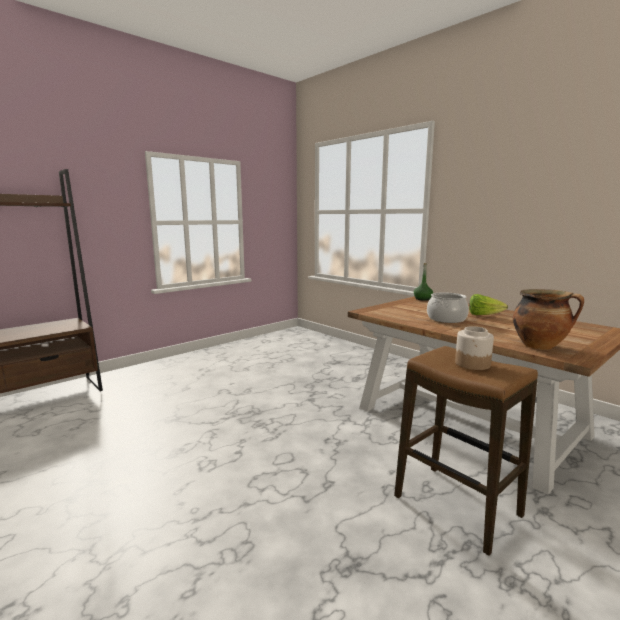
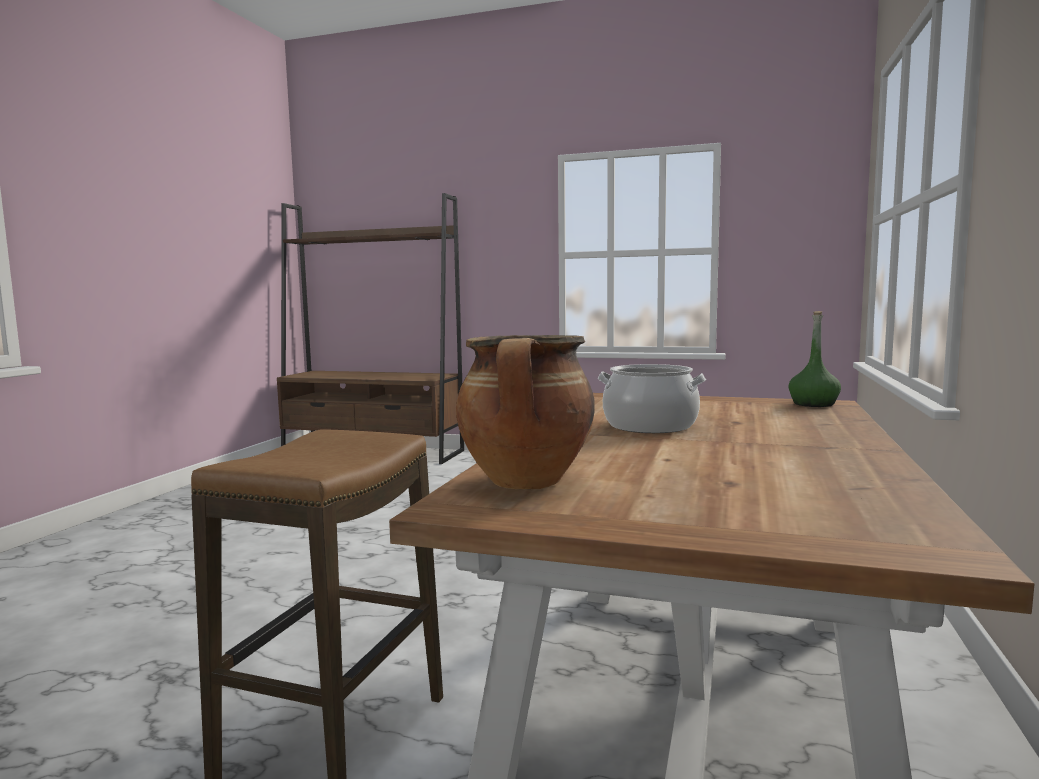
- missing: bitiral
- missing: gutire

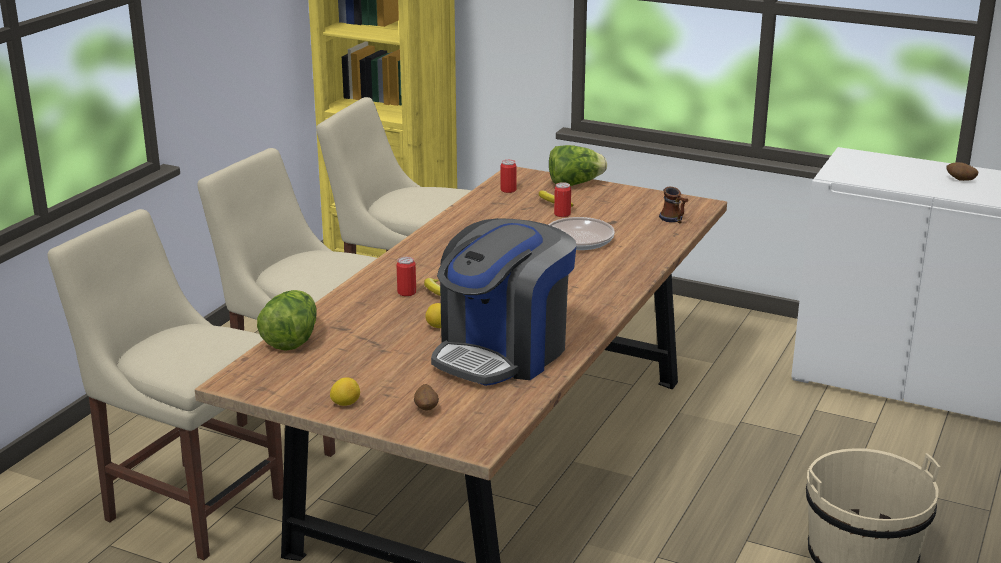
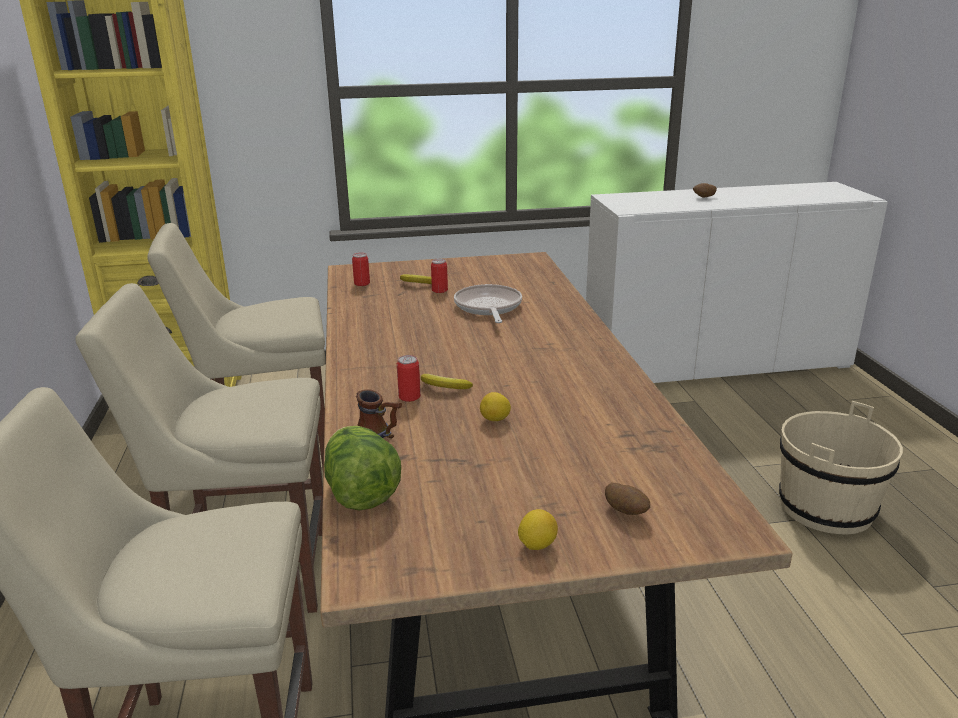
- missing: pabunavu
- missing: gutire (no. 2 from left)
- relocated: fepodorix

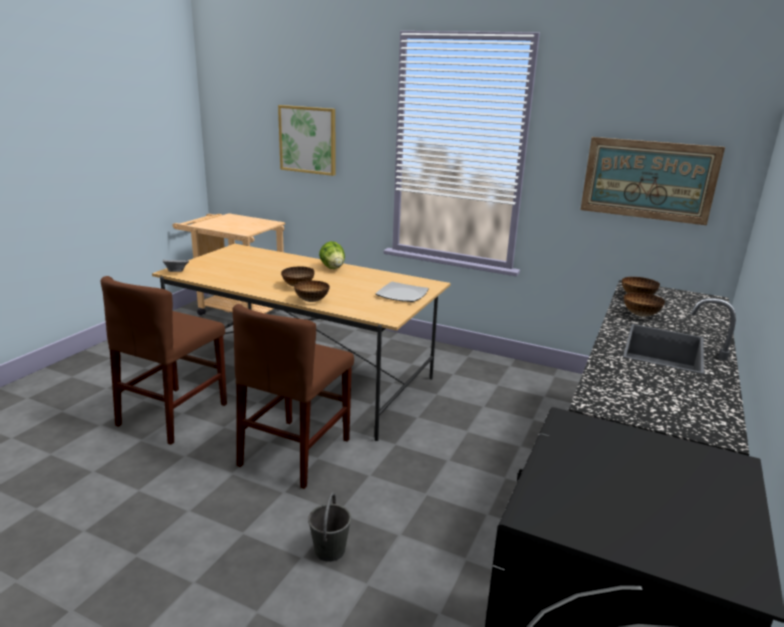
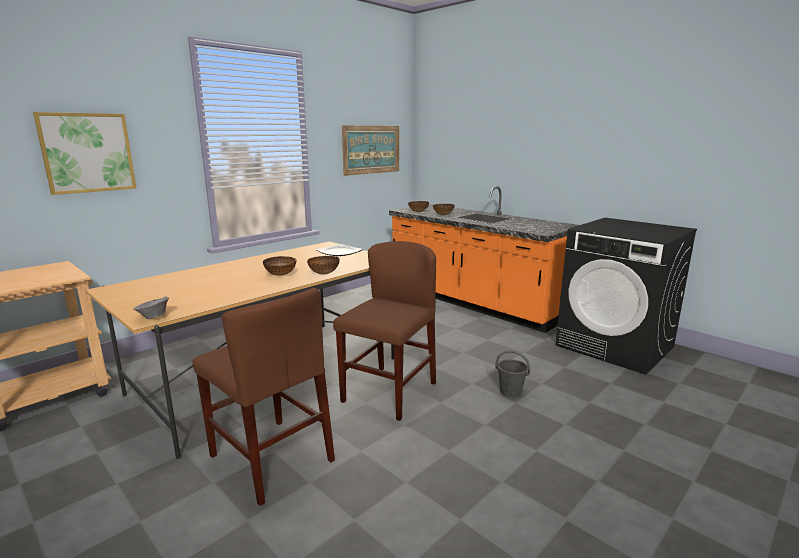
- missing: gutire
- spun: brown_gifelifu (no. 2 from left) 105 degrees counterclockwise

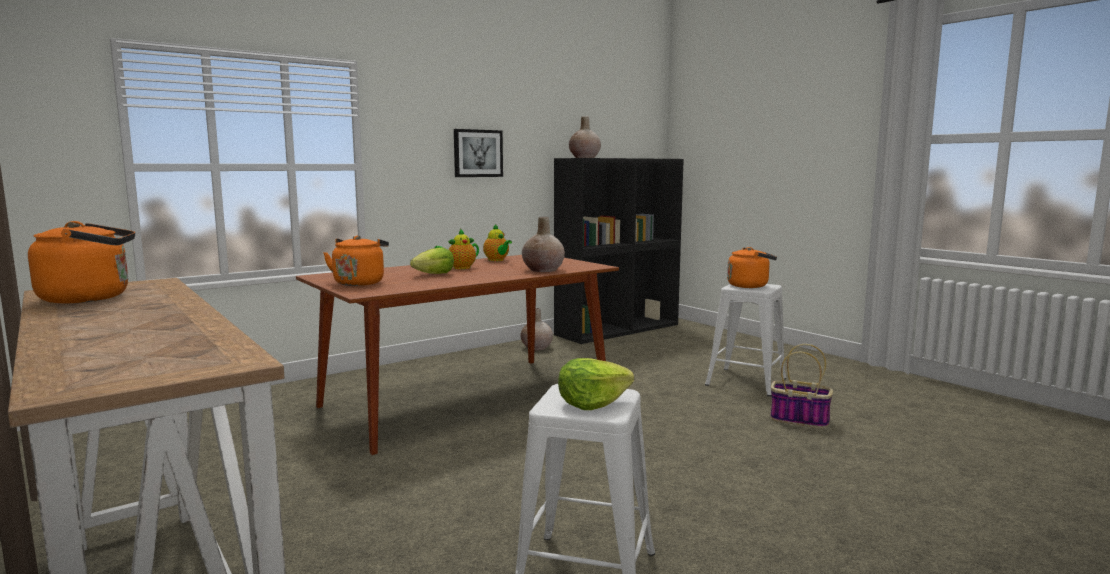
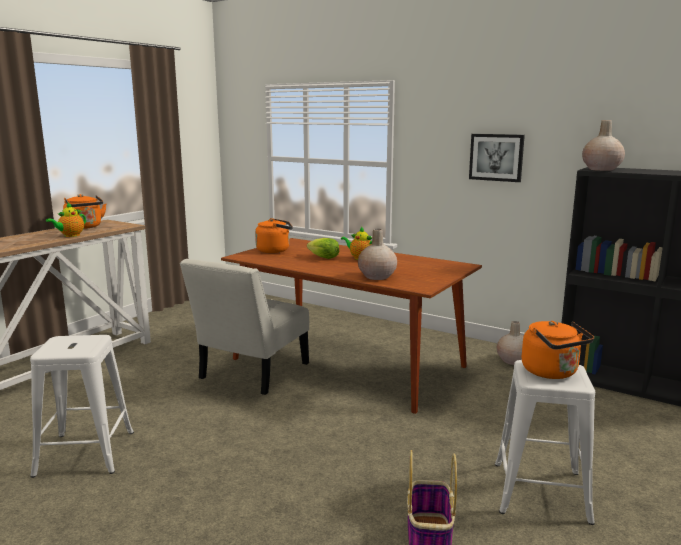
- missing: gutire (no. 2 from left)
- appeared: white_gifelifu
- relocated: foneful (no. 2 from left in the first image) to foneful (no. 1 from left)

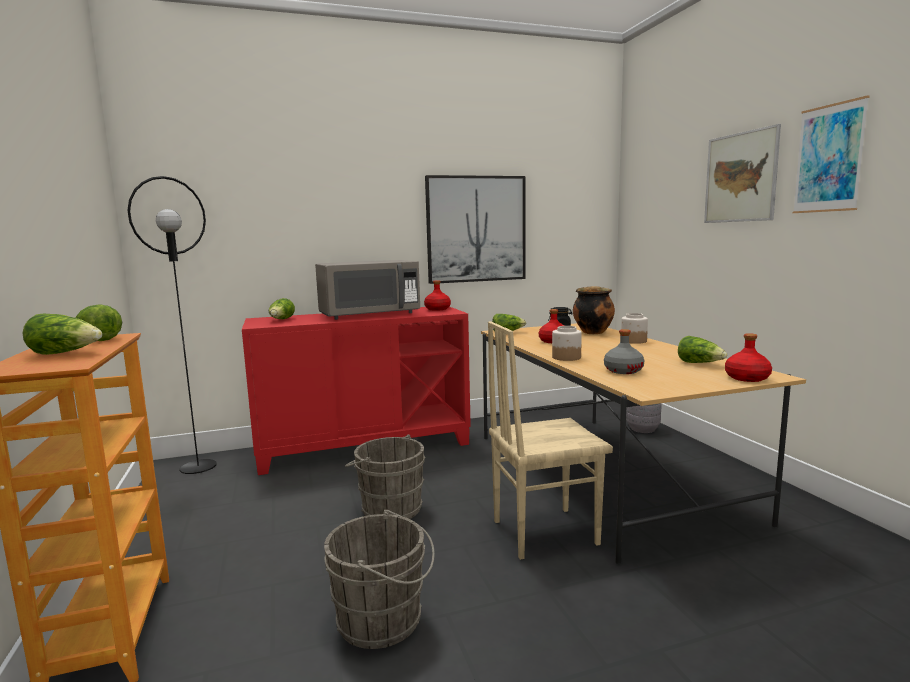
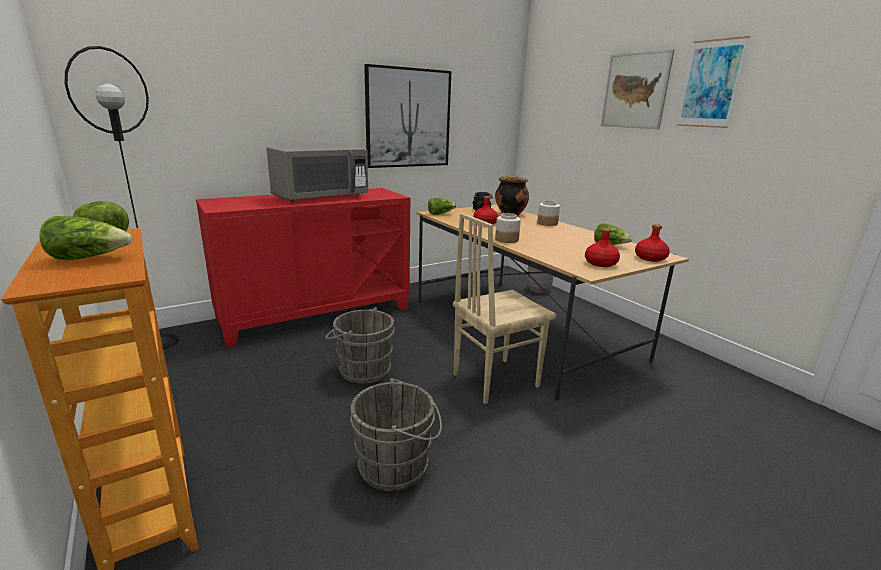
- missing: gutire (no. 3 from left)
- missing: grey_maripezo
- relocated: red_maripezo (no. 1 from left in the first image) to red_maripezo (no. 2 from left)

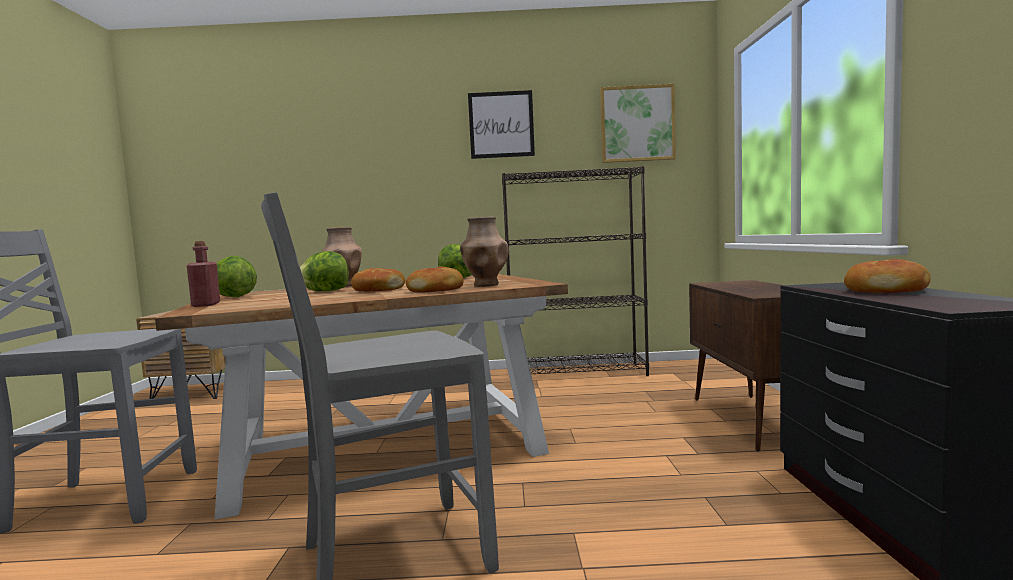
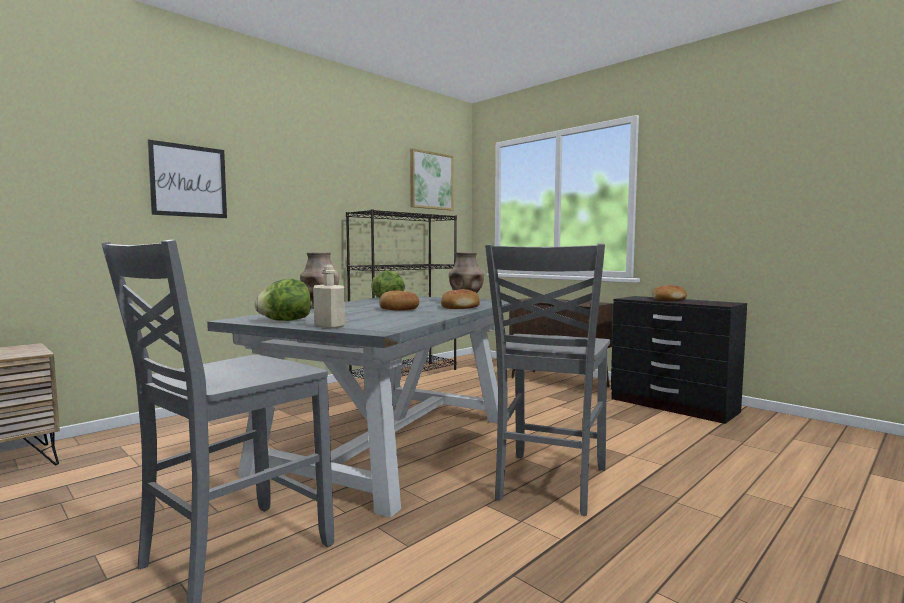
- missing: gutire (no. 2 from left)
- relocated: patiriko (no. 1 from left)
- colour: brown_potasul to grey_potasul
- colour: red_maripezo to beige_maripezo

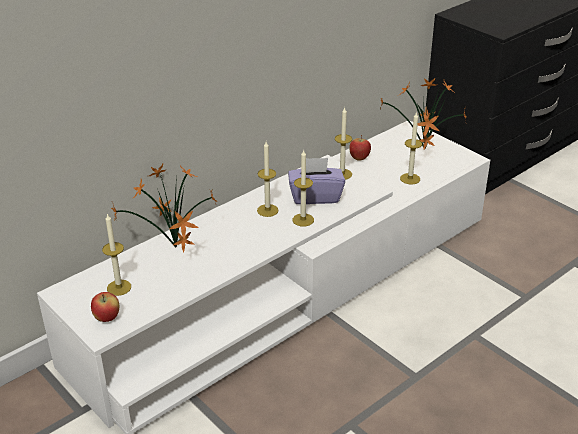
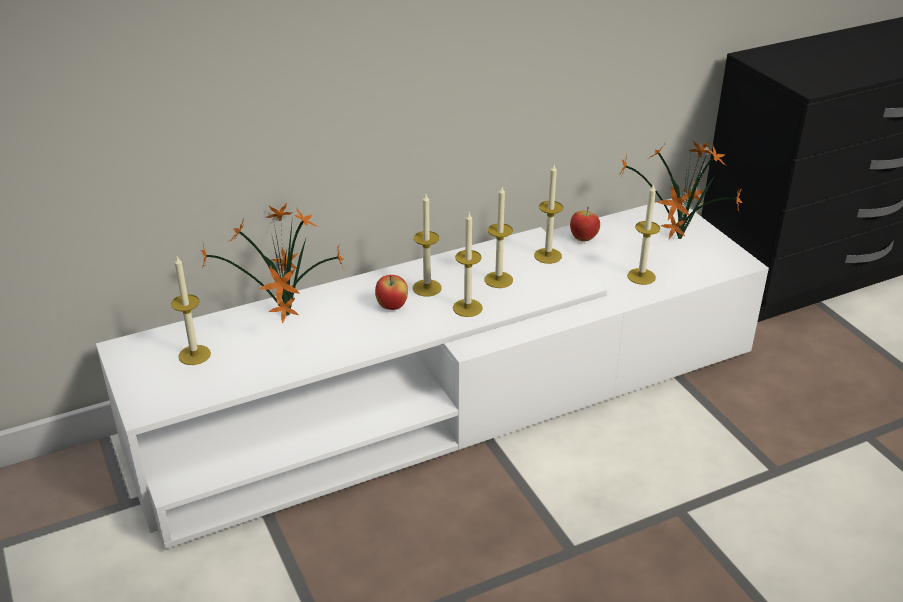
- relocated: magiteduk (no. 1 from left)
- exchanged: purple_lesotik to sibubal (no. 4 from left)

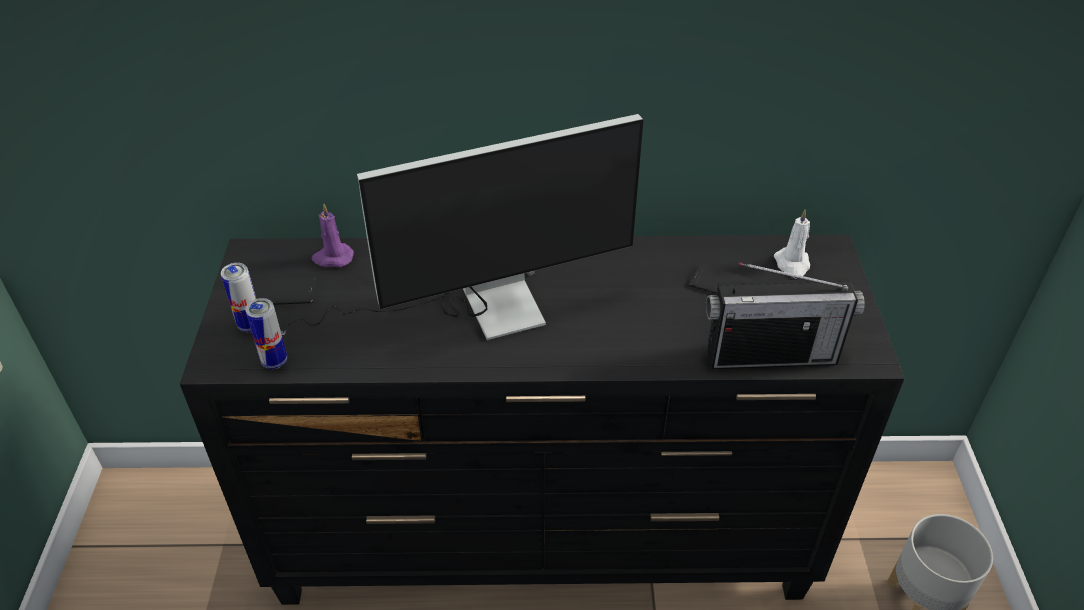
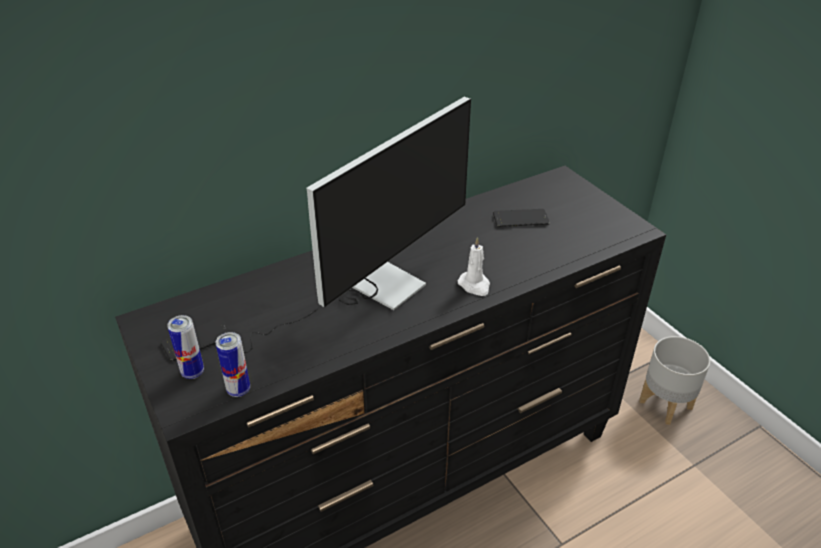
- missing: purple_sibubal
- missing: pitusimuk
- relocated: white_sibubal

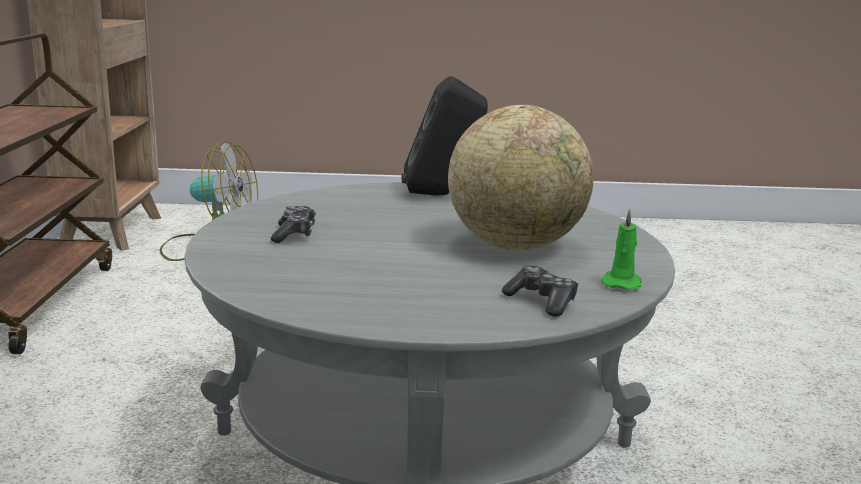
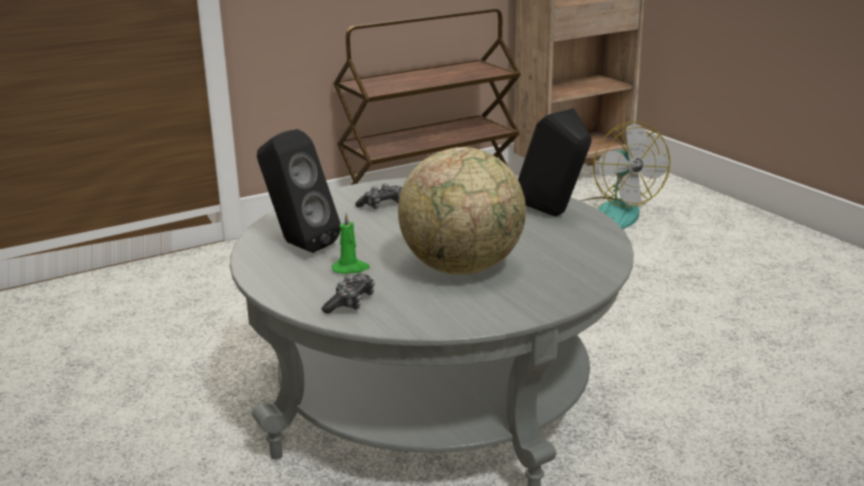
- appeared: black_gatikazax (no. 1 from left)
- relocated: green_sibubal

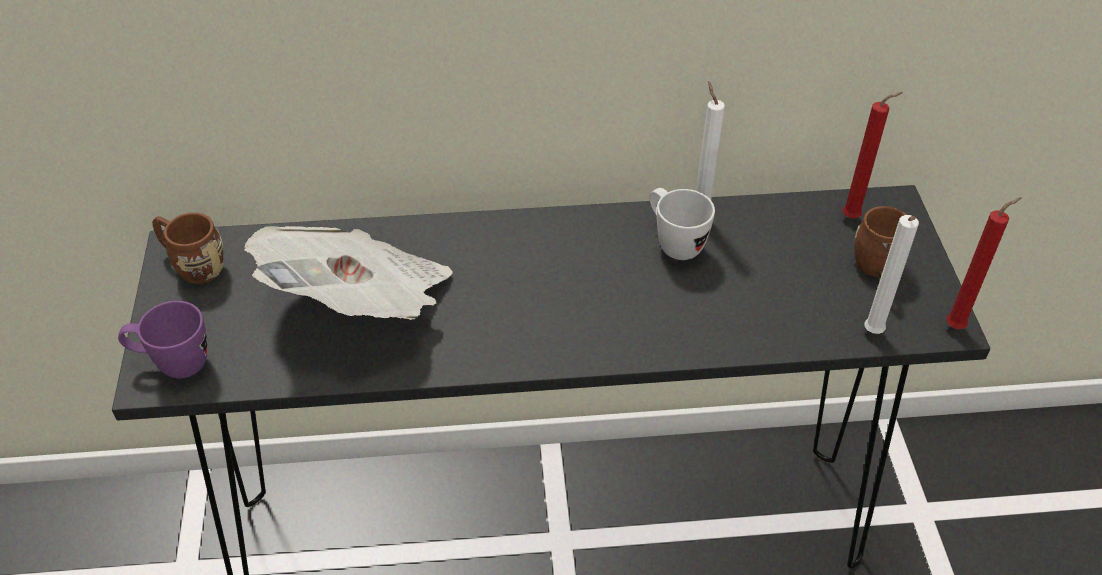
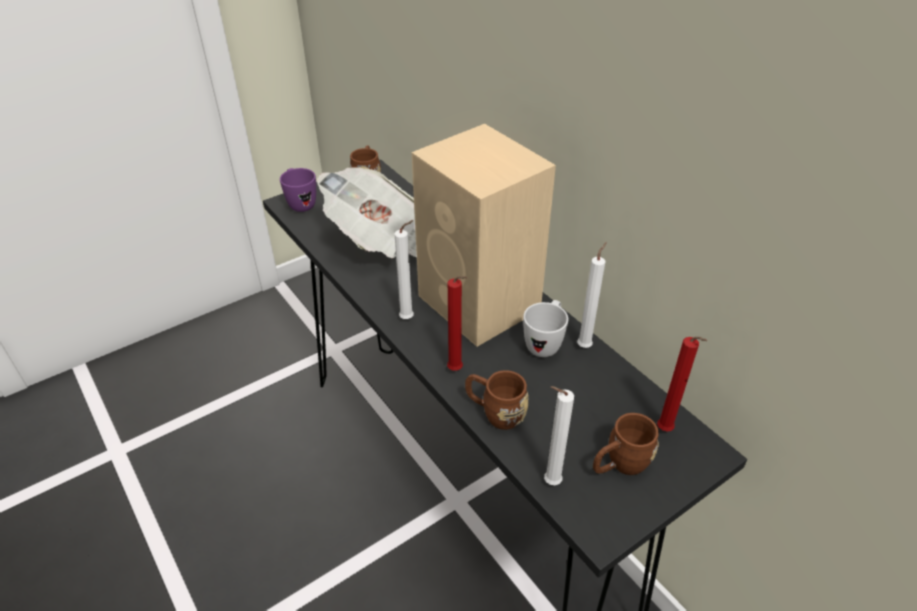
- appeared: white_sibubal (no. 1 from left)
- appeared: beige_gatikazax
- appeared: brown_fepodorix (no. 2 from left)
- relocated: red_sibubal (no. 2 from left in the first image) to red_sibubal (no. 1 from left)

